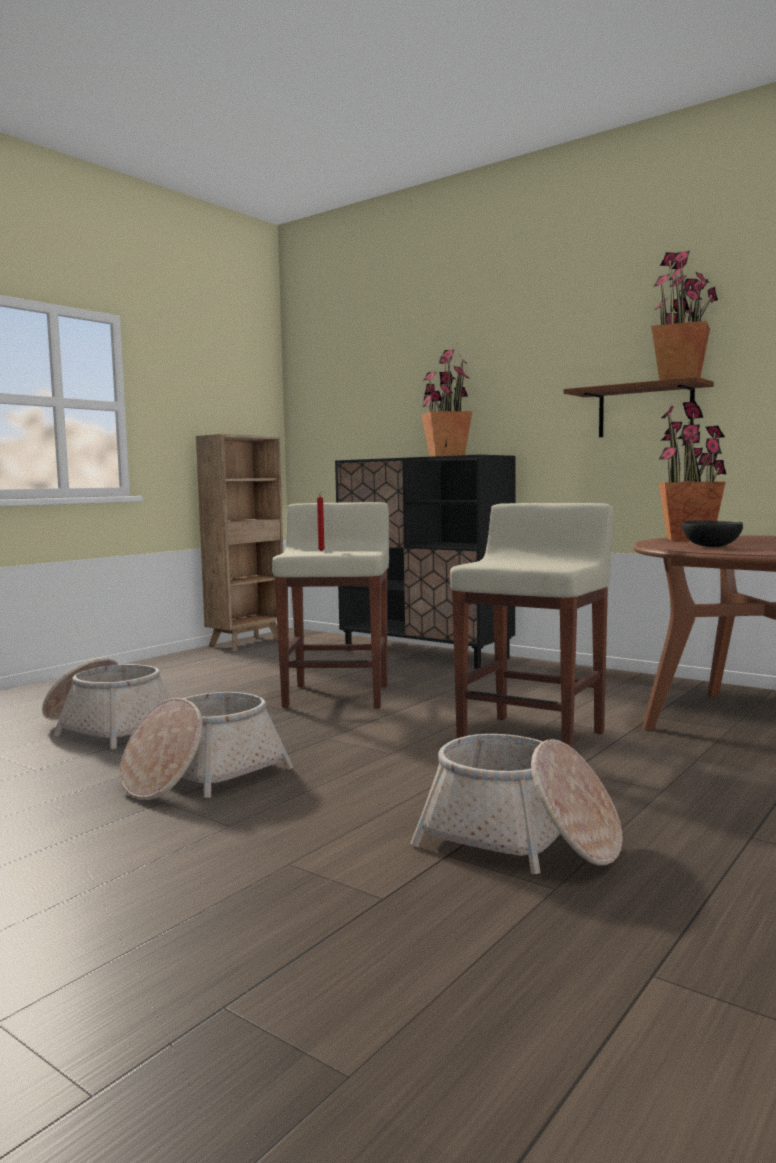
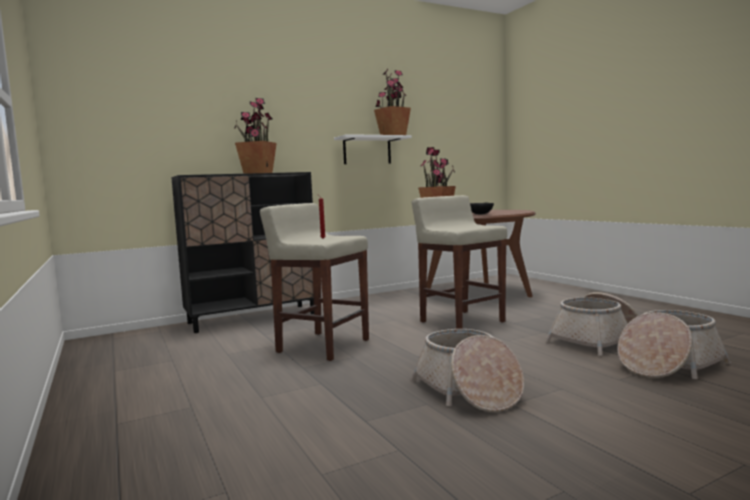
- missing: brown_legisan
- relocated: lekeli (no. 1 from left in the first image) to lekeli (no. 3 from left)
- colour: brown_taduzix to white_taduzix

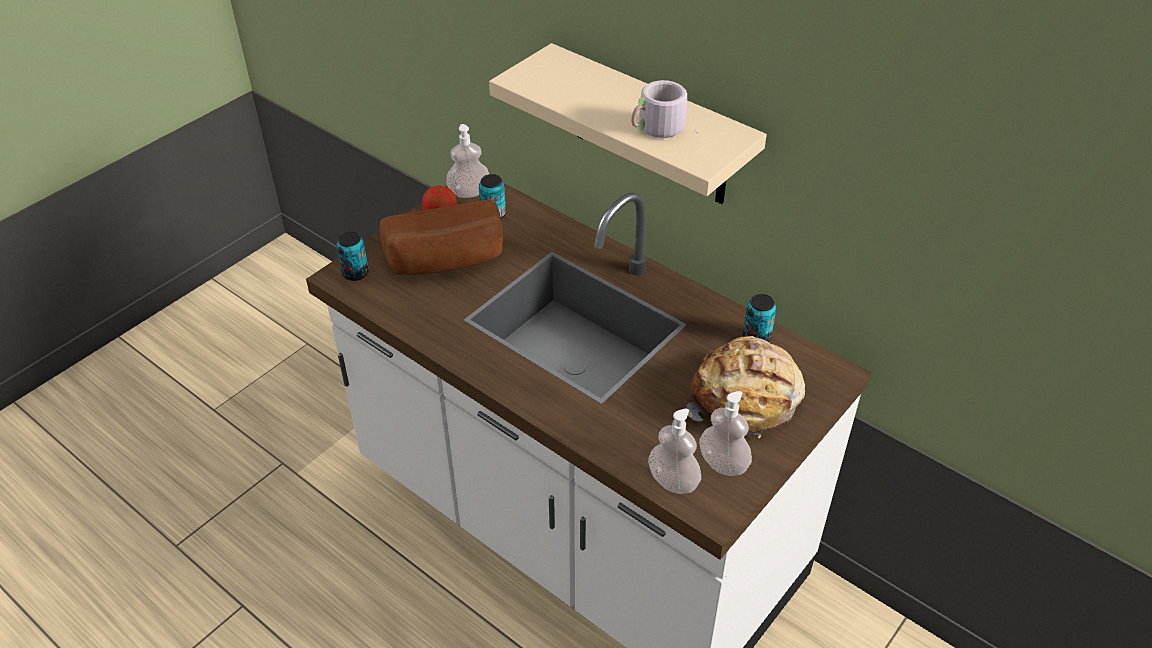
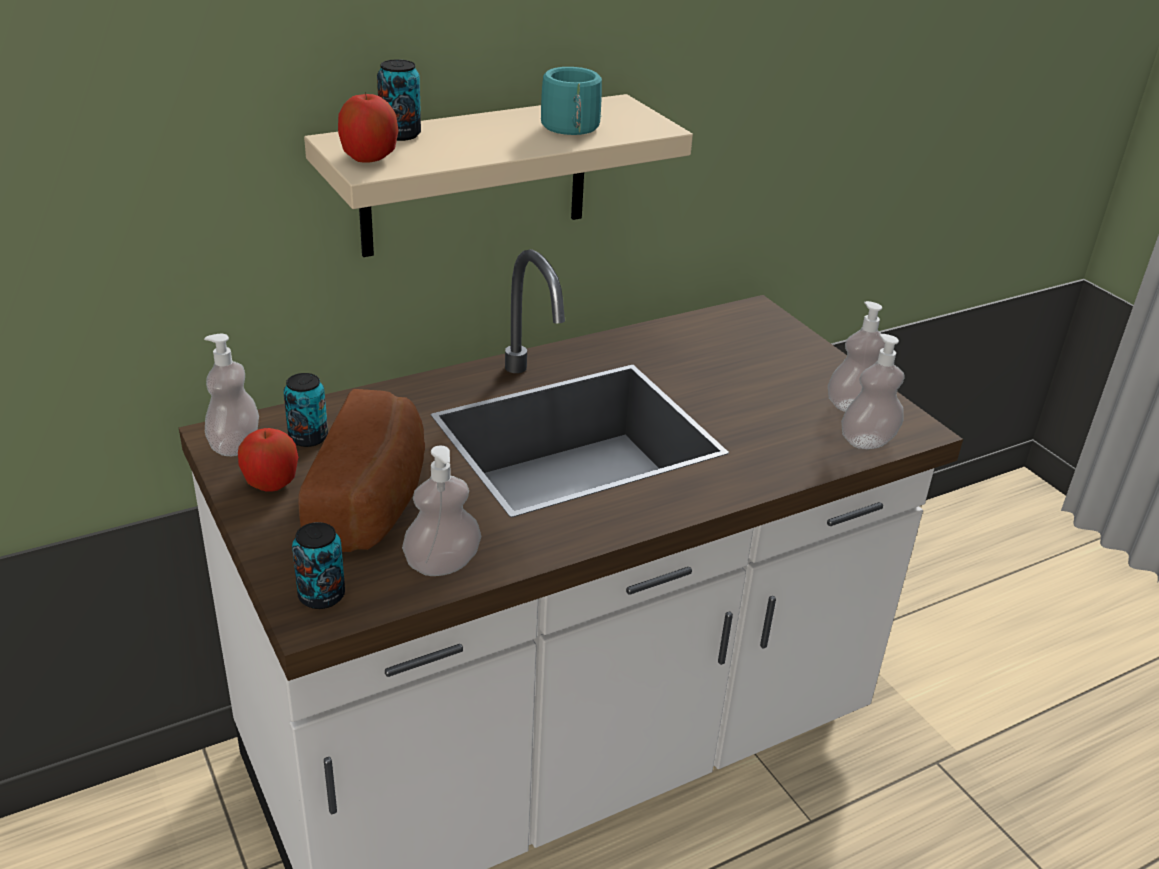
- missing: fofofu (no. 2 from left)
- appeared: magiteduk (no. 2 from left)
- appeared: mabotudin (no. 2 from left)
- relocated: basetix (no. 3 from left)
- colour: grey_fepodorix to turquoise_fepodorix

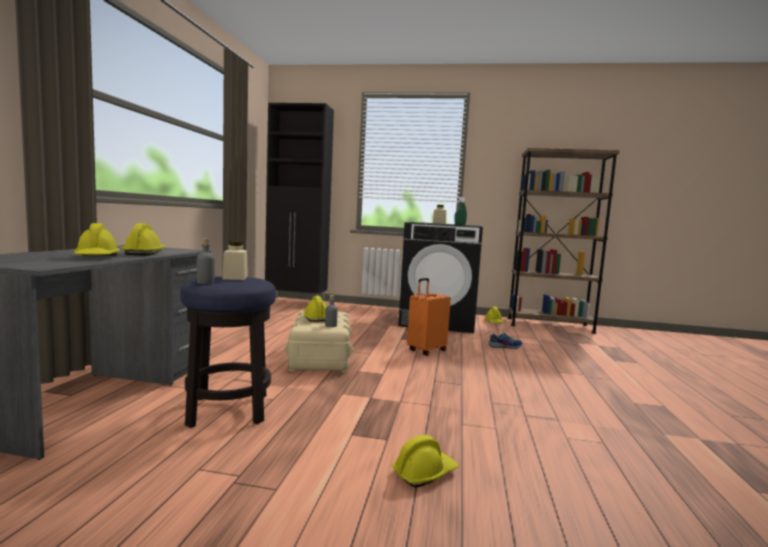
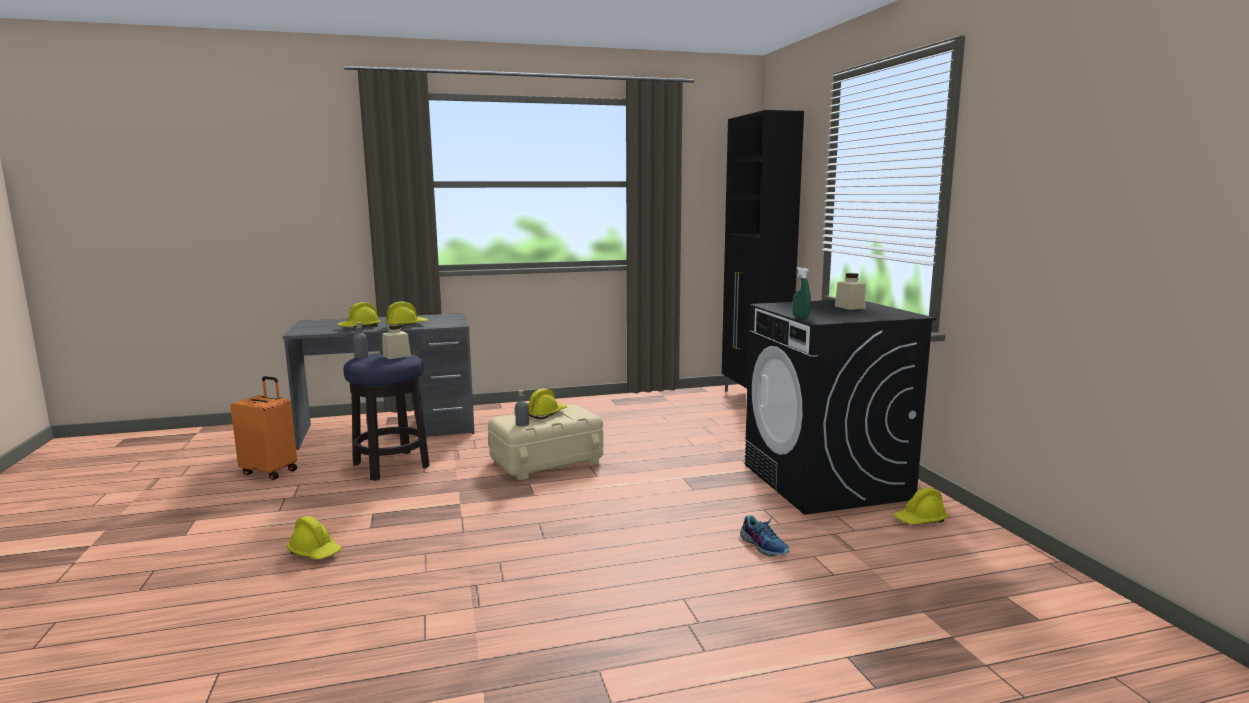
- missing: brown_legisan
- relocated: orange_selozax

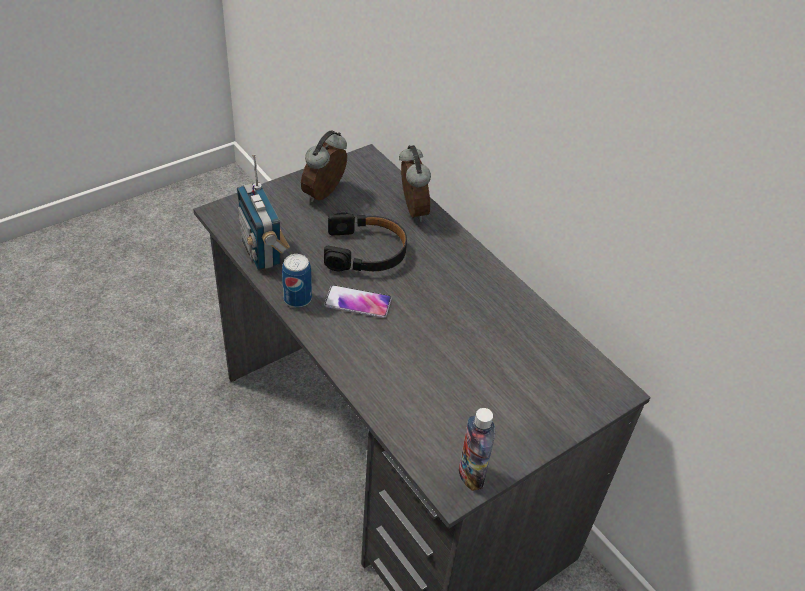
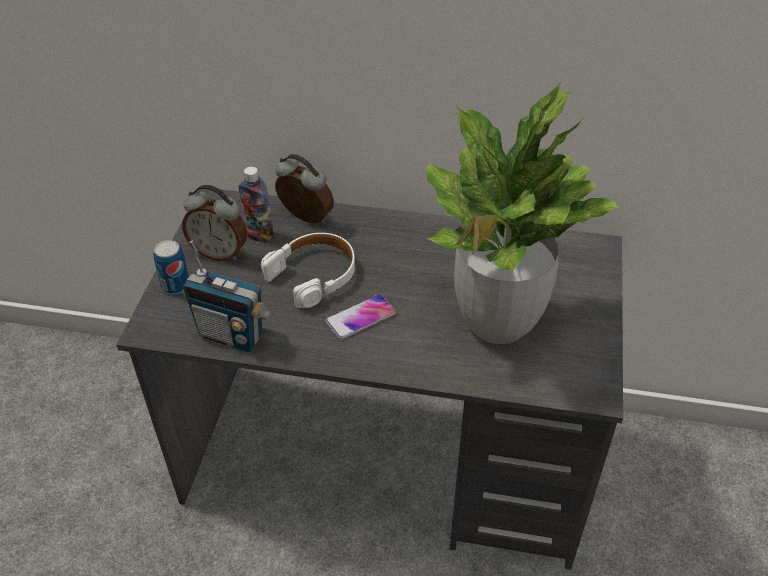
- appeared: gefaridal
- relocated: basetix
- relocated: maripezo
- colour: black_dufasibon to white_dufasibon
- spun: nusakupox (no. 1 from left) 60 degrees counterclockwise

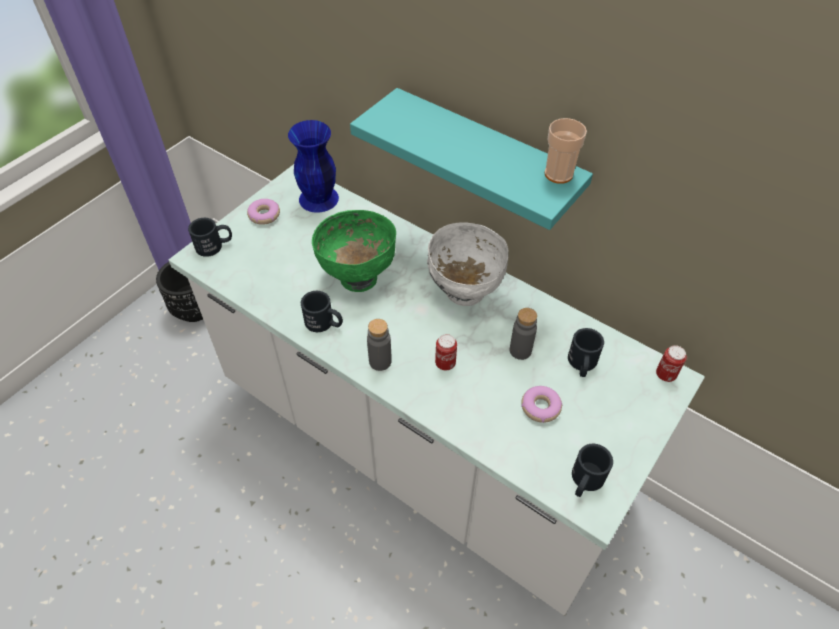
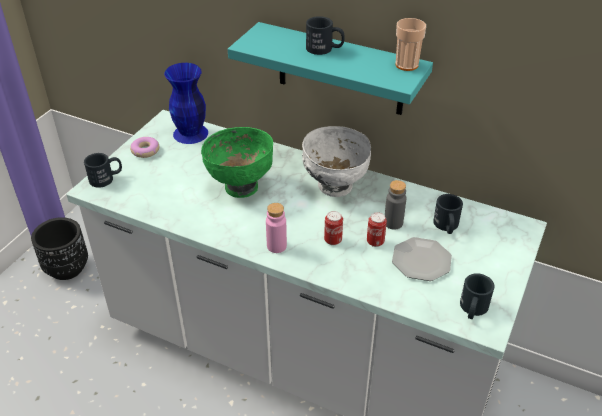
- relocated: black_fepodorix (no. 2 from left)
- relocated: basetix (no. 2 from left)
- exchanged: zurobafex (no. 2 from left) to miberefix
- colour: grey_maripezo (no. 1 from left) to pink_maripezo

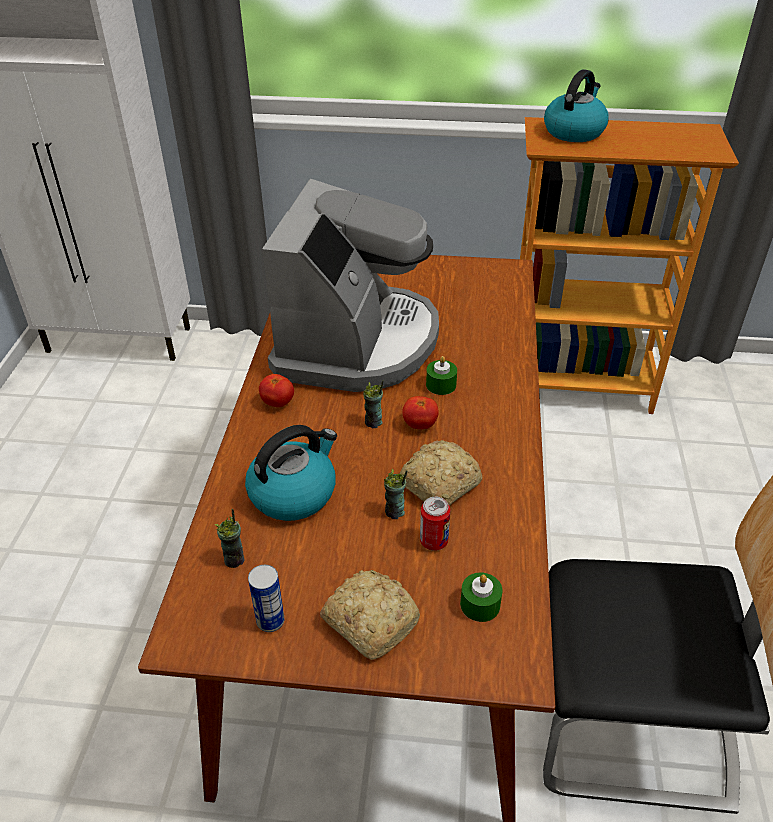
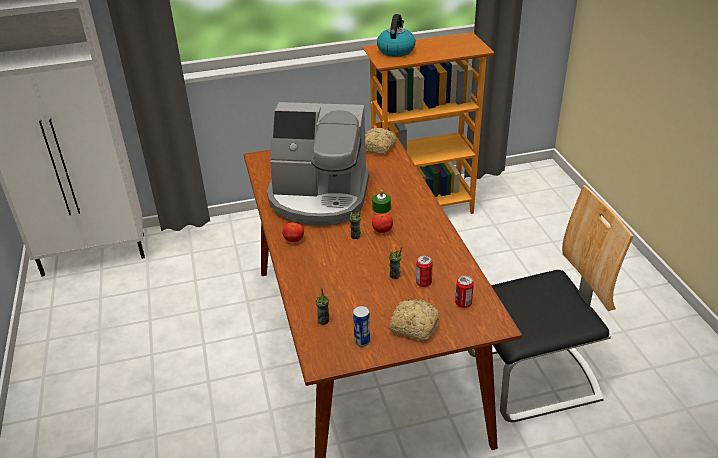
- missing: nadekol (no. 1 from left)
- relocated: fofofu (no. 2 from left in the first image) to fofofu (no. 1 from left)
- exchanged: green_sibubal (no. 2 from left) to basetix (no. 3 from left)
- spun: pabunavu 105 degrees clockwise

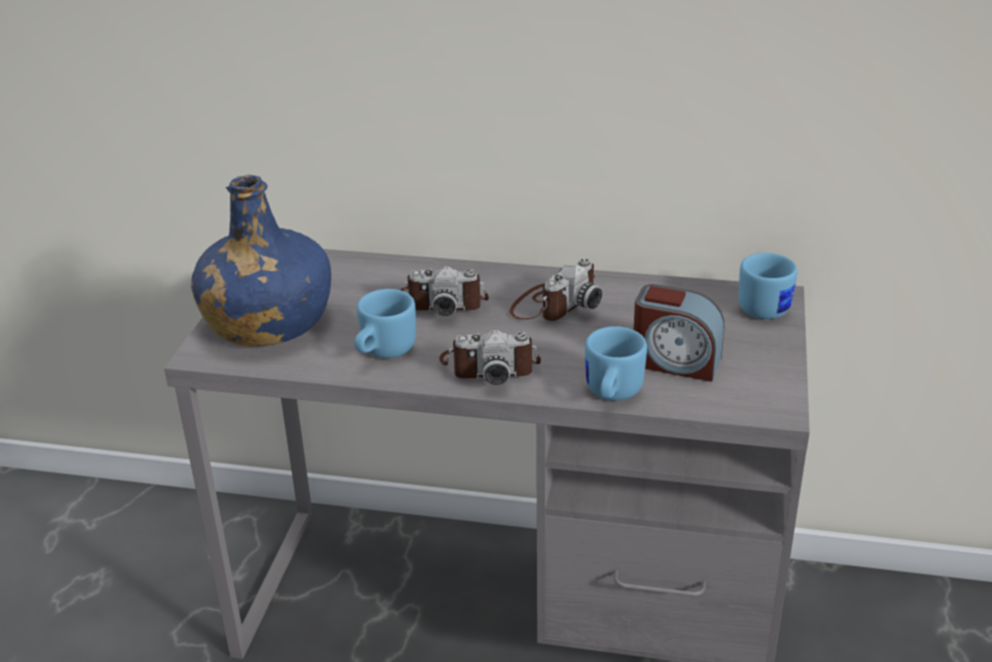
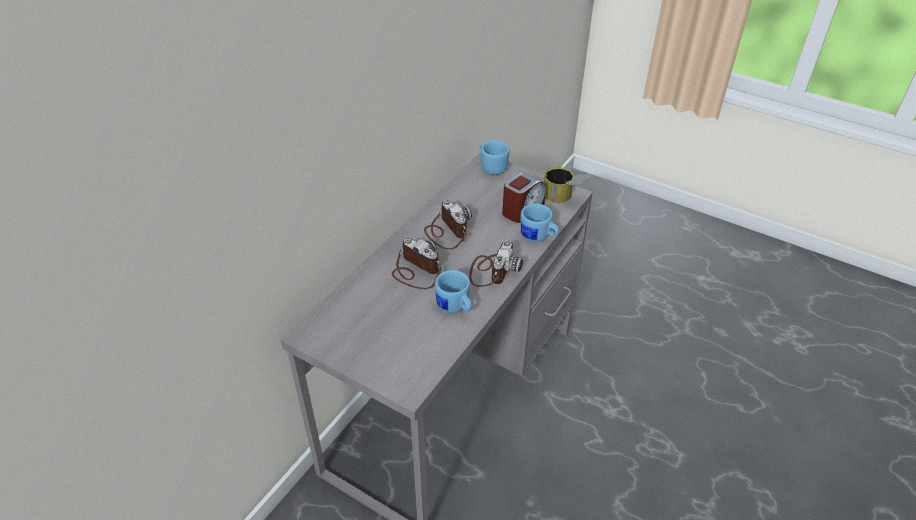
- missing: blue_maripezo
- appeared: basetix
- spun: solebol (no. 1 from left) 75 degrees counterclockwise

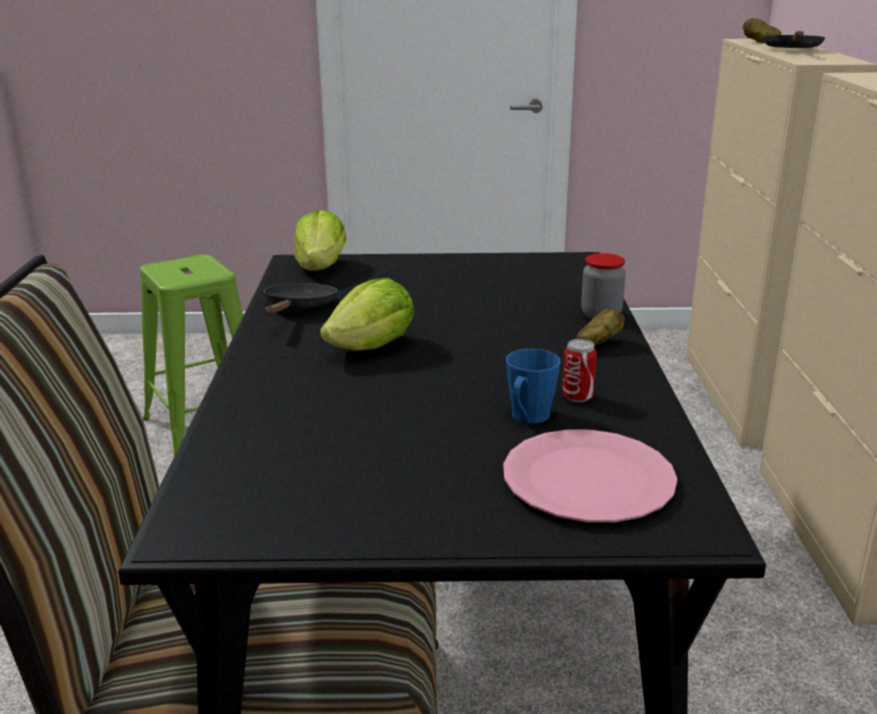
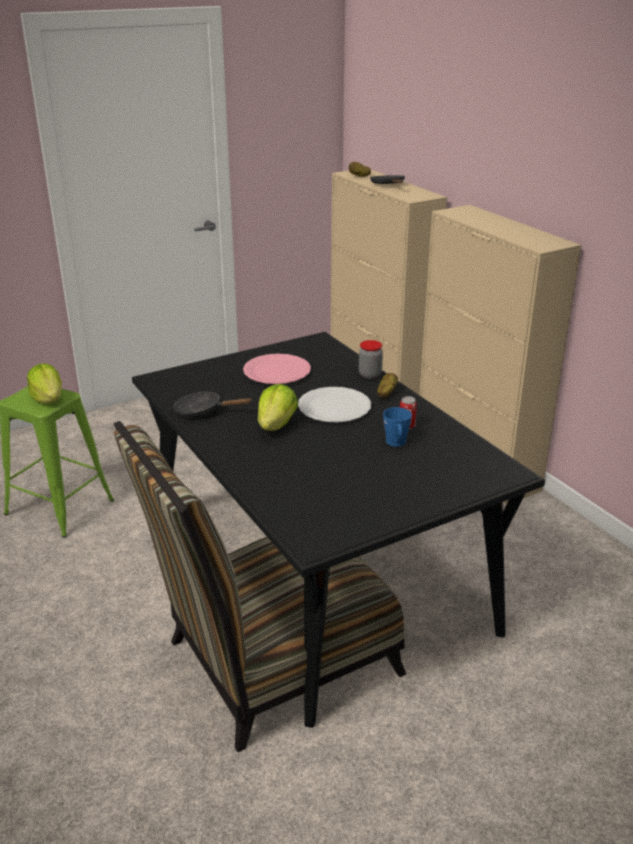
- appeared: white_miberefix
- relocated: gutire (no. 1 from left)
- relocated: pink_miberefix
- spun: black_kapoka (no. 1 from left) 60 degrees counterclockwise

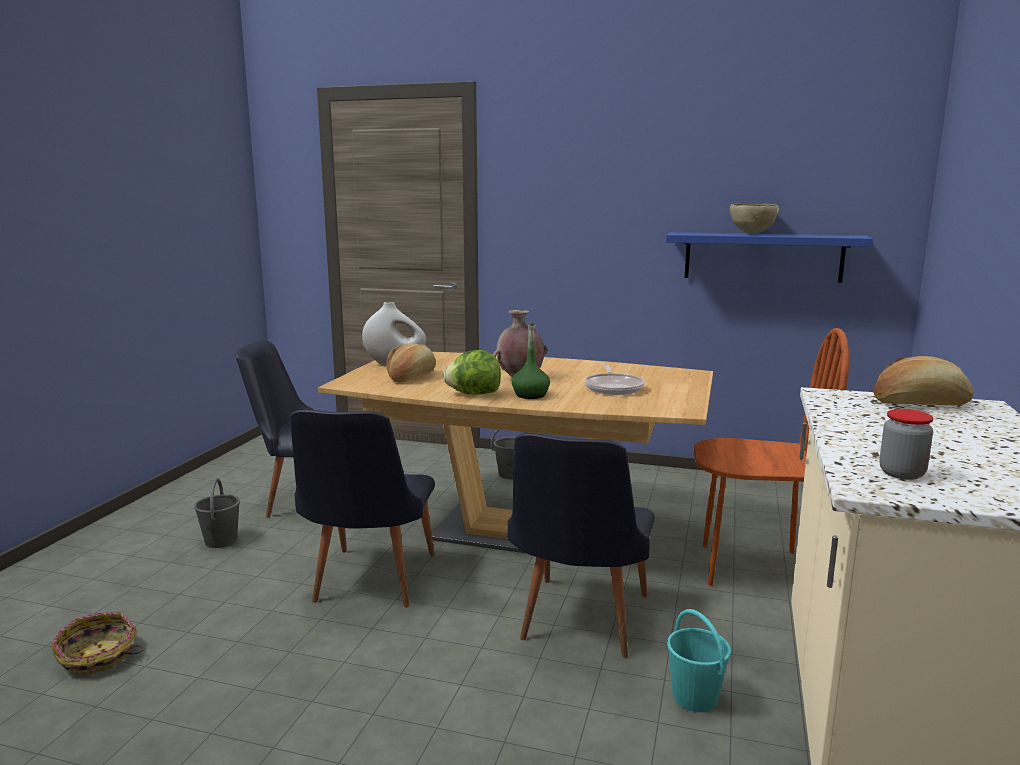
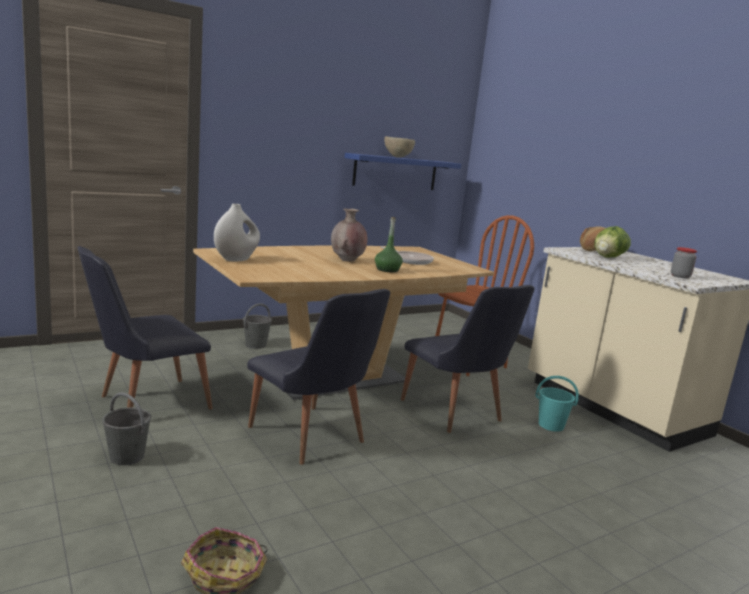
- missing: fofofu (no. 1 from left)
- relocated: gutire

